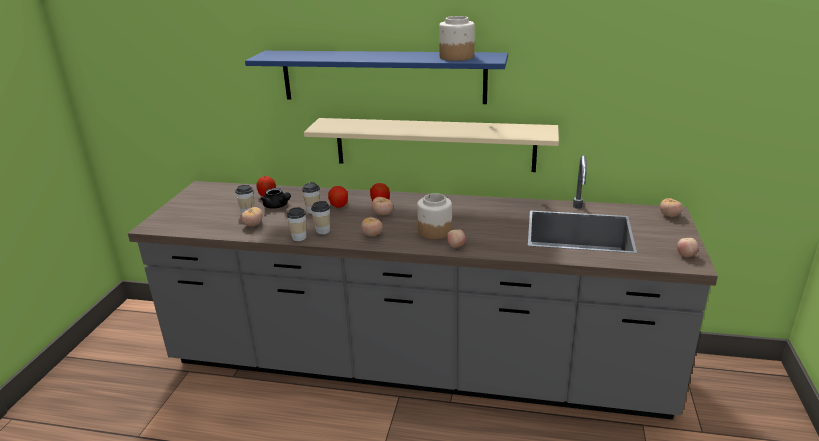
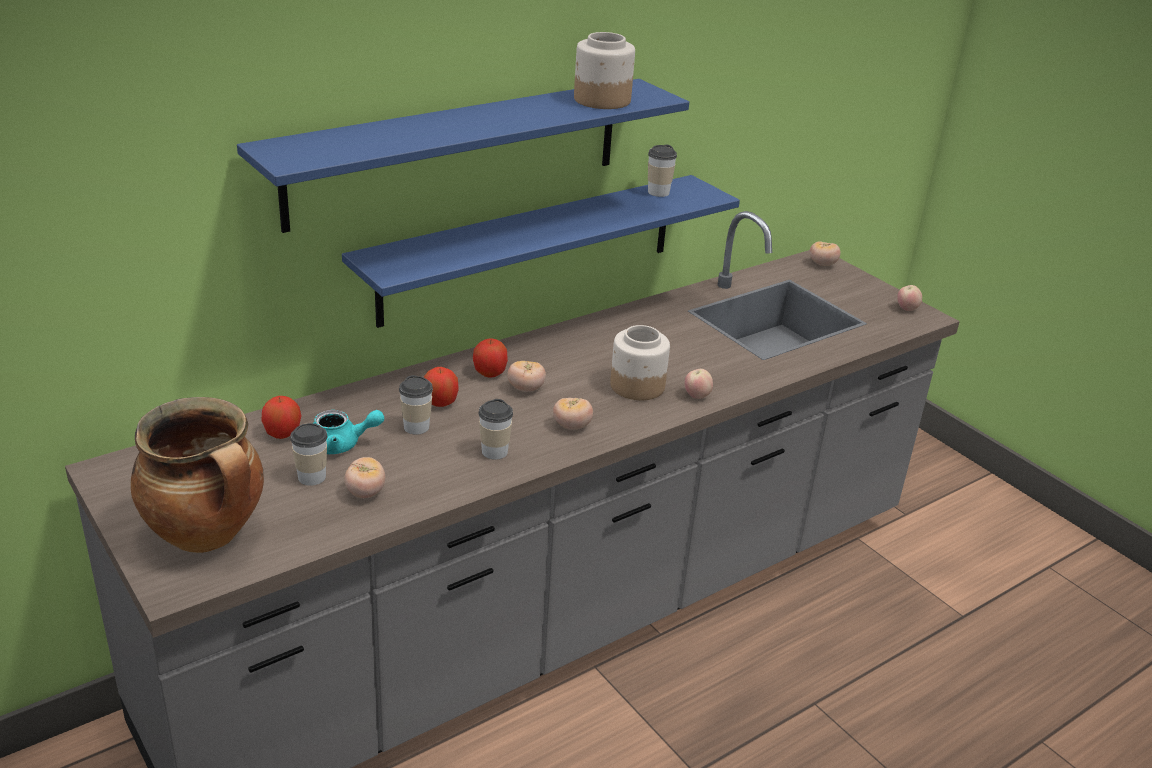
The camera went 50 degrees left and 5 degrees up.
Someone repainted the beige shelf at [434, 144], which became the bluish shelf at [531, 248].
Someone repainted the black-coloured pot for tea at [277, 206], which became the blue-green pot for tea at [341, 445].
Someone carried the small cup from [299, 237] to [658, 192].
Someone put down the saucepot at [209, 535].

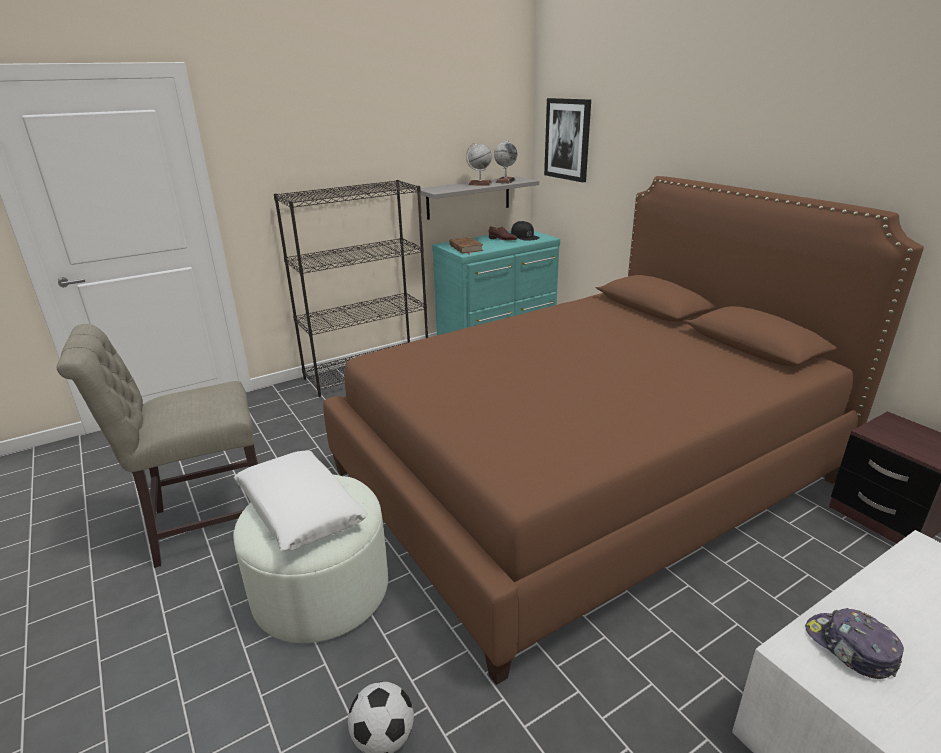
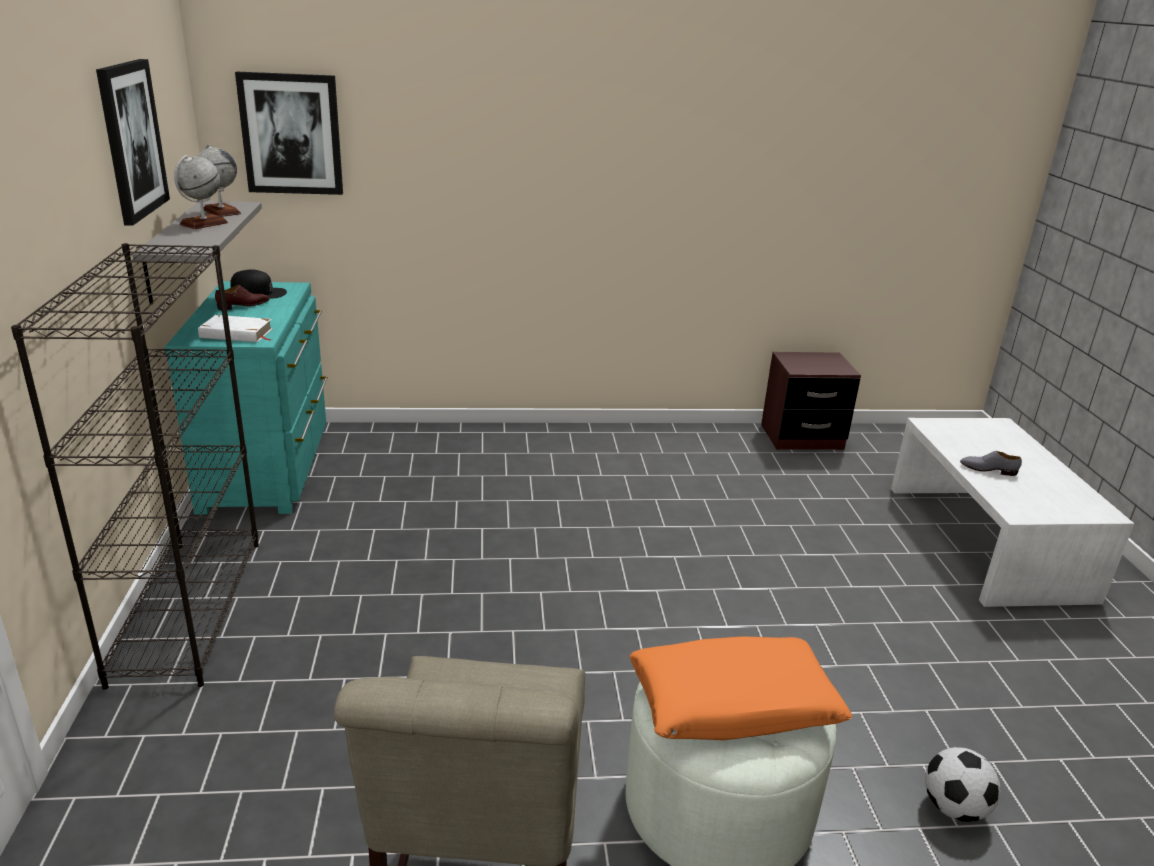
The camera went 65 degrees left and 0 degrees up.
Someone took away the brownish sleeping bed at [585, 475].
Someone repainted the brownish bound book at [466, 248], which became the whitish bound book at [236, 334].
Someone repainted the whitish cushion at [300, 510], which became the orangey cushion at [733, 704].
Someone took away the cap at [850, 648].
Someone put up the wall picture at [132, 140].
Someone put down the greyish shoe at [988, 469].

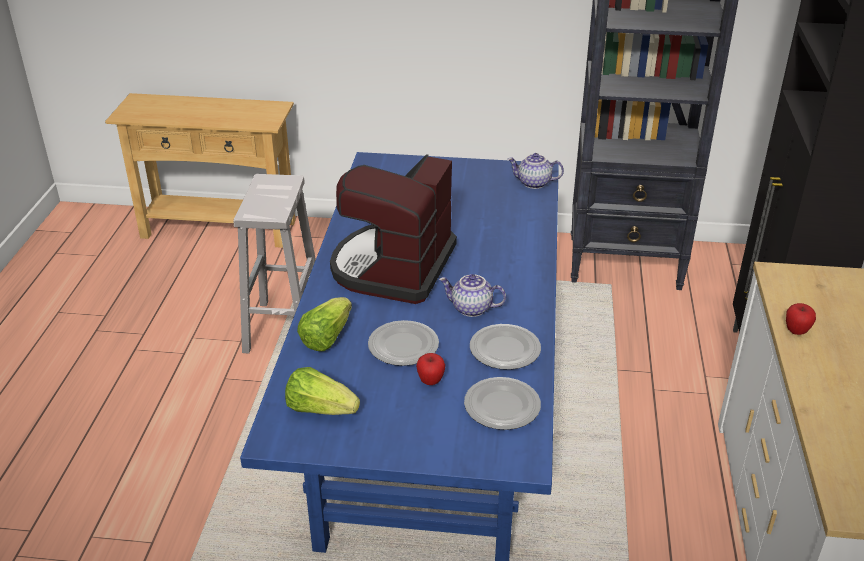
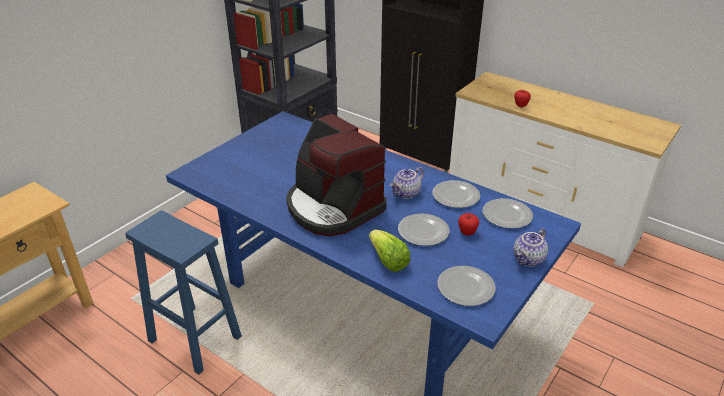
The camera went 60 degrees left and 0 degrees up.
Someone carried the pot for tea from [533, 183] to [529, 259].
Someone repainted the whitish stool seat at [284, 329], which became the bluish stool seat at [196, 339].
Someone swapped the head of lettuce at [320, 409] for the plate at [465, 287].

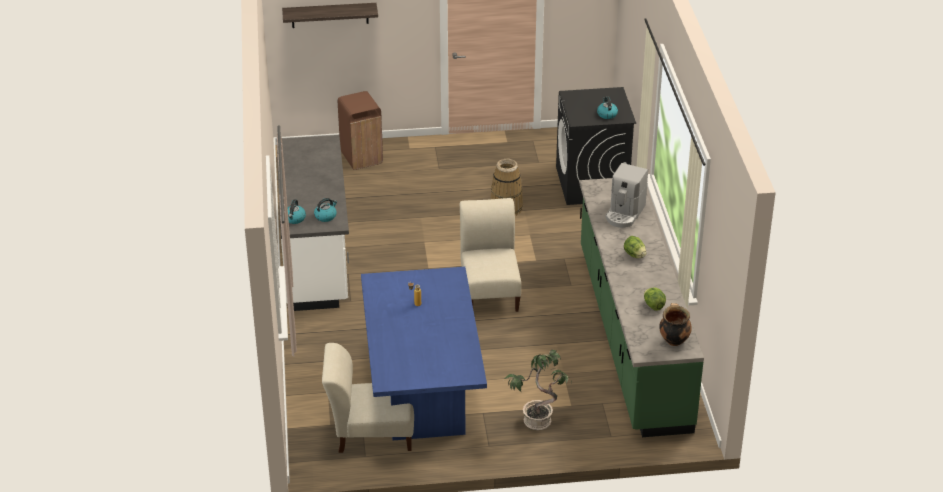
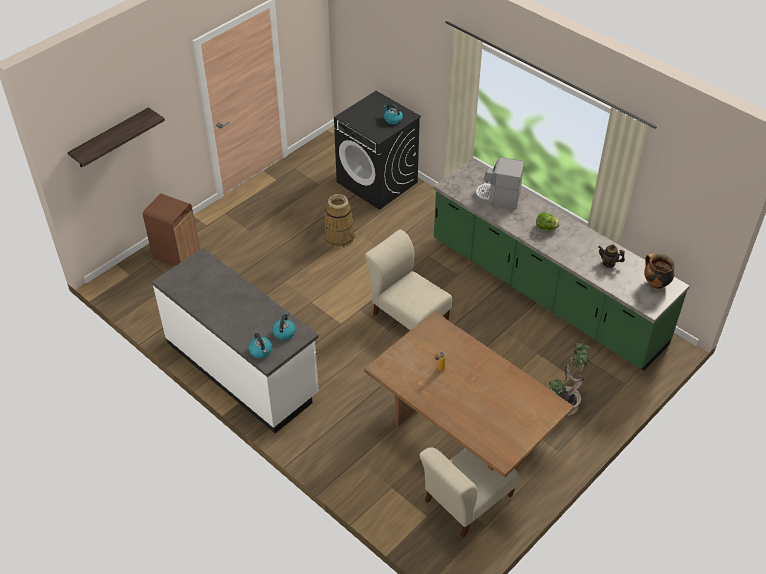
The camera went 40 degrees left and 10 degrees up.
Someone rotated the coffee maker at [624, 213] by 120 degrees clockwise.
Someone repainted the bluish kitchen table at [423, 394], which became the brownish kitchen table at [463, 438].
Someone swapped the head of lettuce at [653, 306] for the pot for tea at [608, 263].

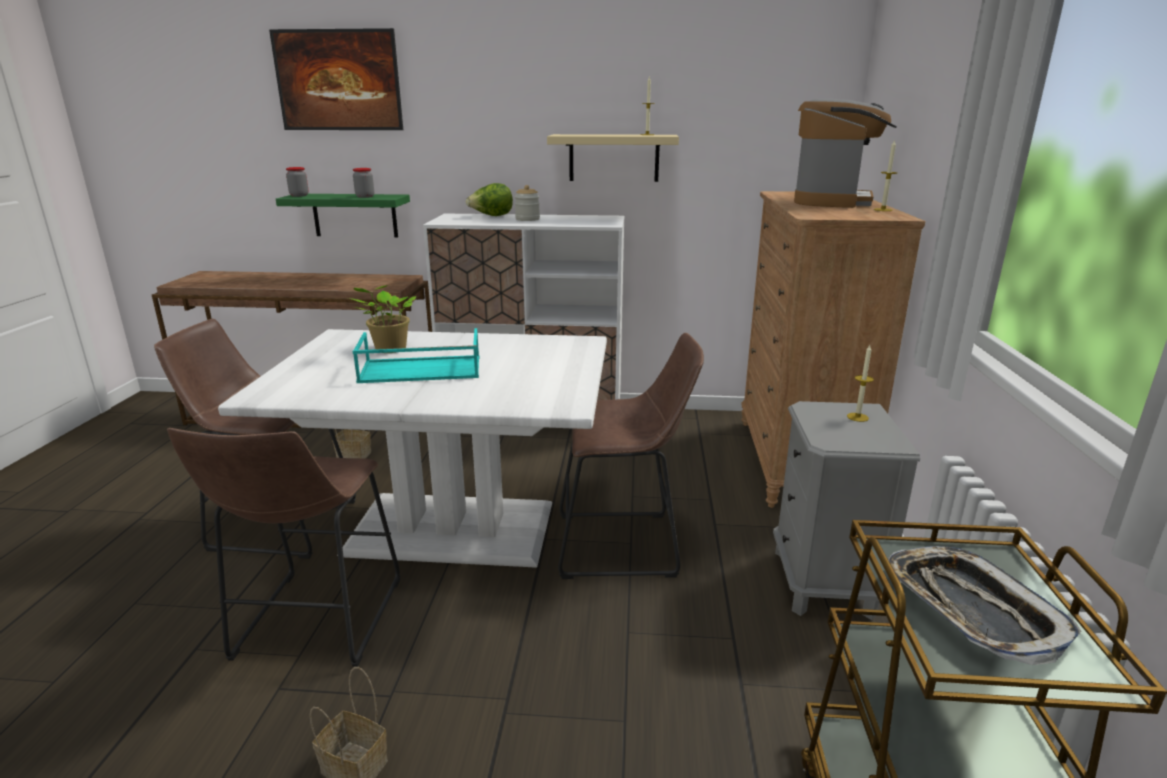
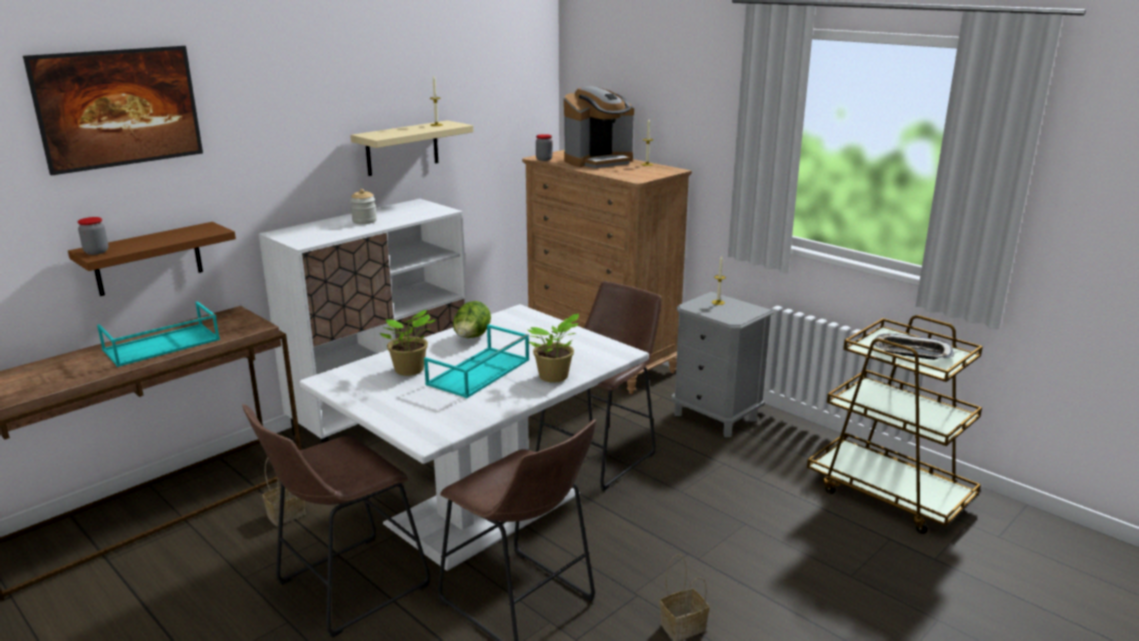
The camera went 50 degrees left and 0 degrees up.
Someone rotated the coffee maker at [833, 201] by 90 degrees clockwise.
Someone carried the preserve jar from [365, 197] to [544, 159].
Someone carried the head of lettuce from [491, 216] to [471, 338].
Someone repainted the green-coloured shelf at [355, 215], which became the brownish shelf at [148, 259].
Someone put down the blue-green carrying tray at [161, 345].
Someone put down the potted plant at [555, 377].

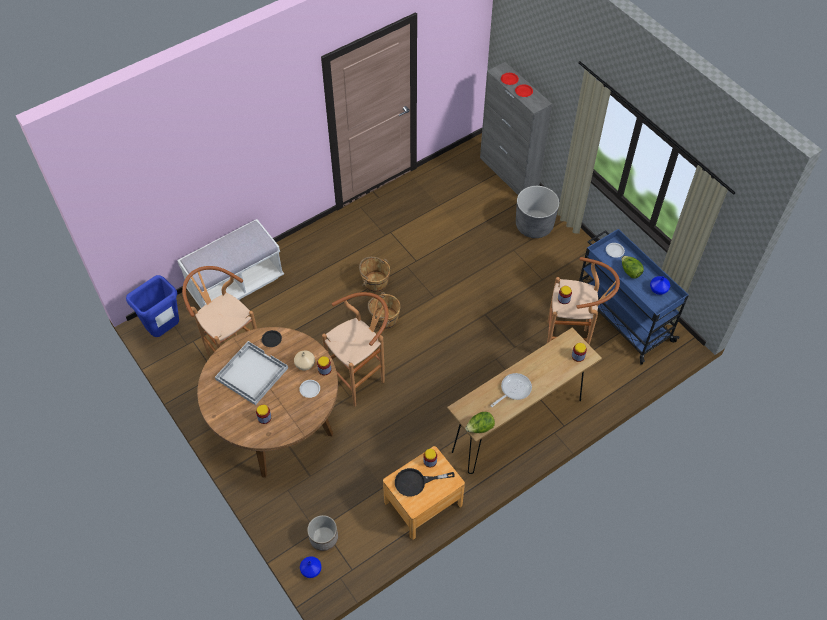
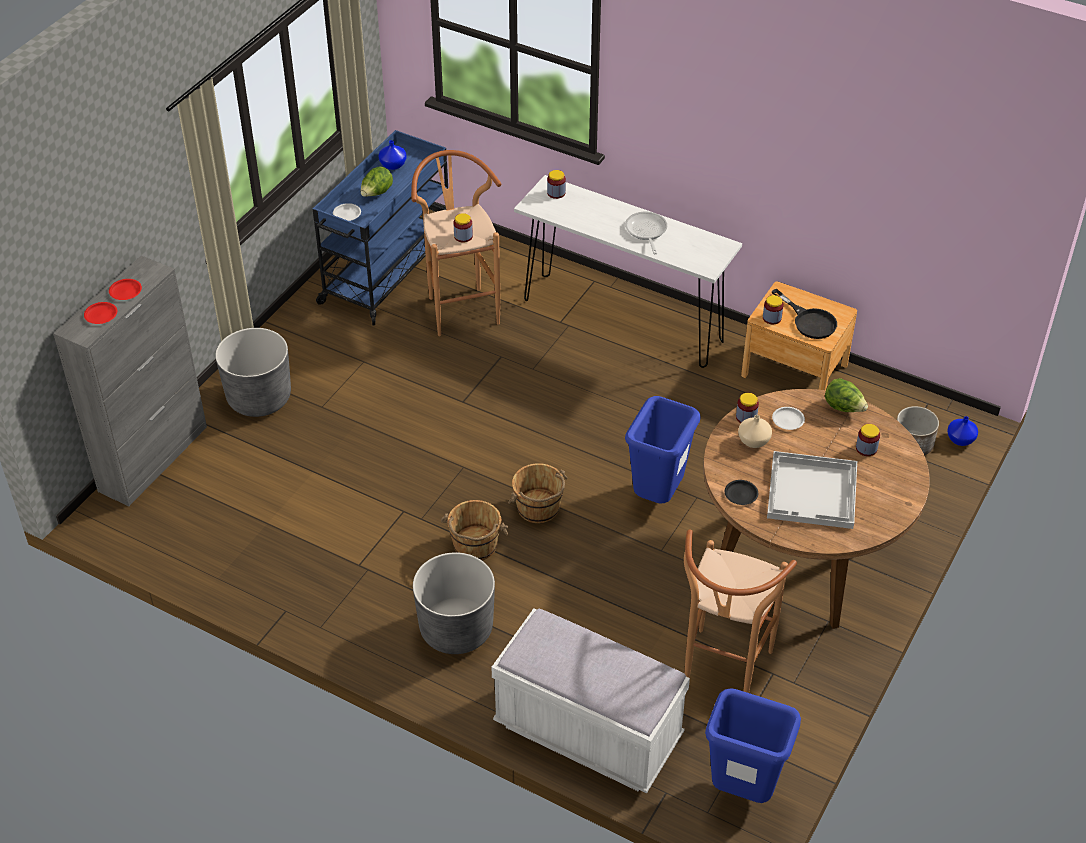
The camera went 115 degrees left and 10 degrees down.
Someone swapped the brownish stool seat at [361, 378] for the bluish trash can at [658, 496].
Someone repainted the brownish hall table at [517, 425], which became the whitish hall table at [622, 320].
Someone rotated the skillet at [513, 390] by 60 degrees clockwise.
Someone carried the head of lettuce from [480, 428] to [843, 407].
Someone put down the greyish plant pot at [456, 629].

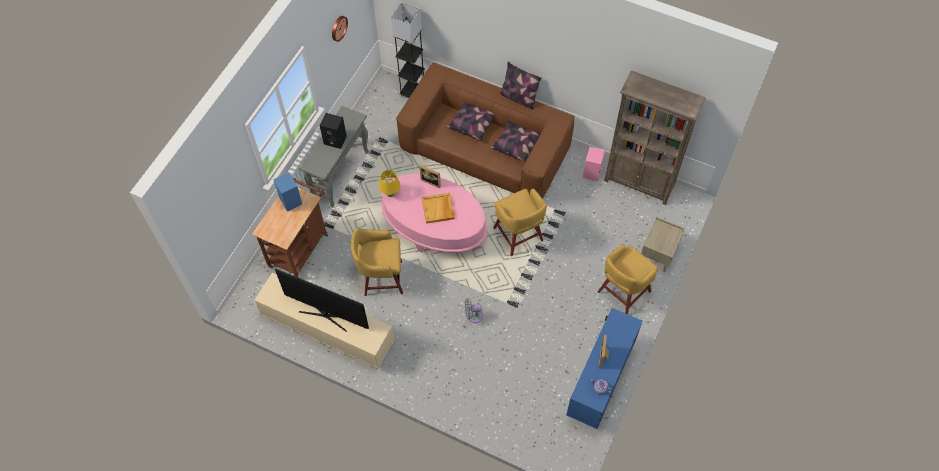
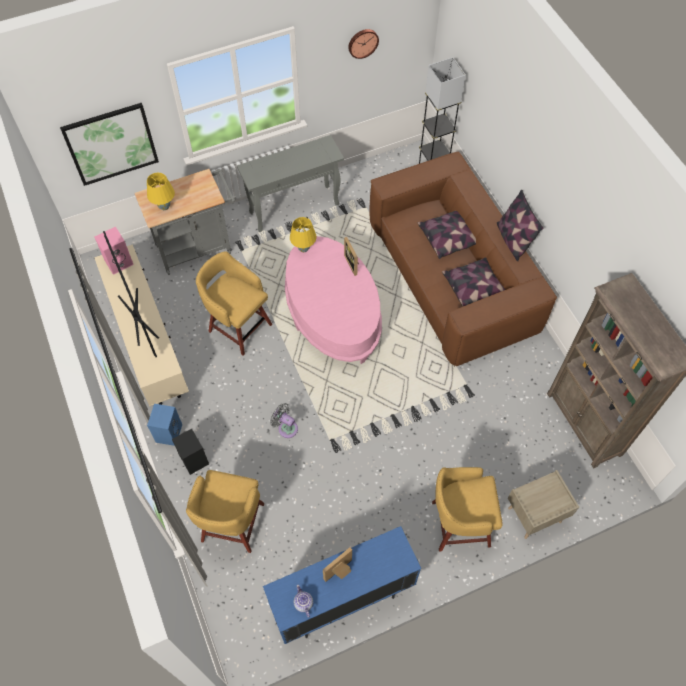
The camera went 40 degrees right and 0 degrees up.
Someone carried the black-coloured loudspeaker from [336, 140] to [195, 460].
Someone carried the pinkish loudspeaker from [591, 172] to [119, 262].
Someone carried the bluish loudspeaker from [290, 200] to [168, 432].
Someone repainted the brownish trolley at [300, 247], which became the greyish trolley at [198, 247].
Someone carried the yellowish stool seat from [518, 236] to [231, 525].
Someone took away the beige carrying tray at [438, 209].
Someone put up the wall picture at [111, 144].
Someone put down the yellowish table lamp at [164, 207].

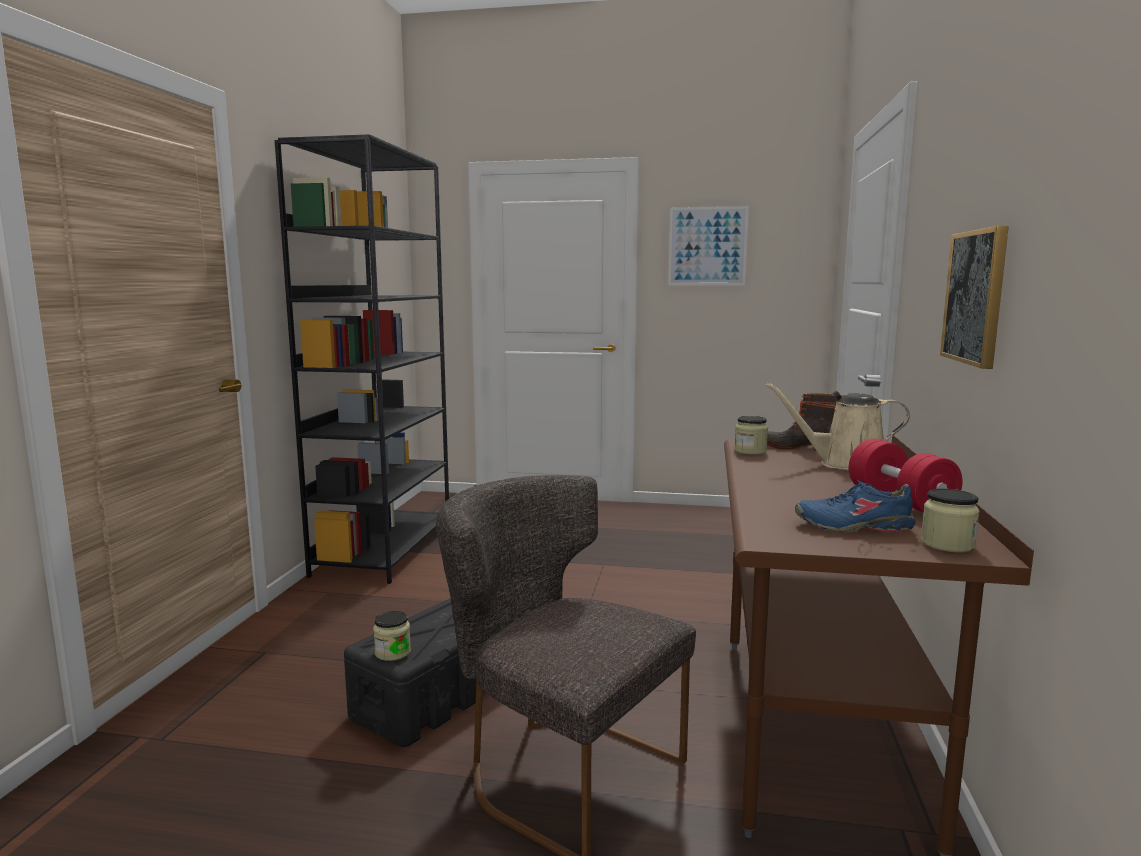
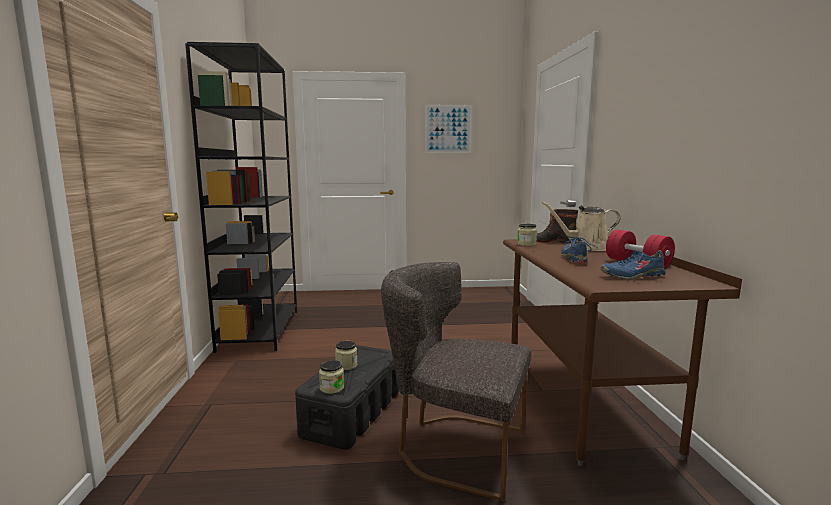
The camera went 15 degrees left and 0 degrees up.
Someone took away the wall picture at [976, 297].
Someone carried the preserve jar from [947, 544] to [346, 365].
Someone put down the bluish shoe at [575, 259].

